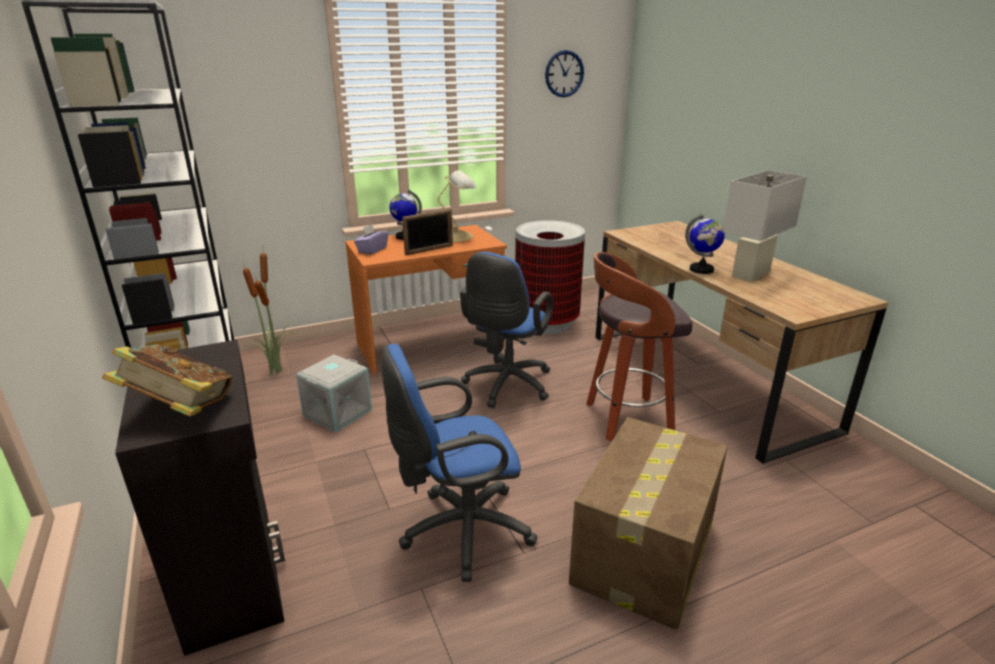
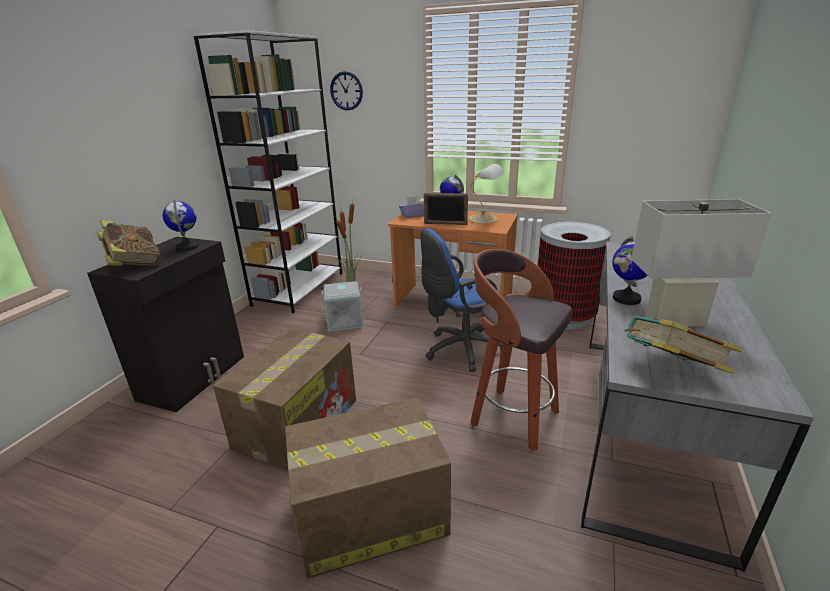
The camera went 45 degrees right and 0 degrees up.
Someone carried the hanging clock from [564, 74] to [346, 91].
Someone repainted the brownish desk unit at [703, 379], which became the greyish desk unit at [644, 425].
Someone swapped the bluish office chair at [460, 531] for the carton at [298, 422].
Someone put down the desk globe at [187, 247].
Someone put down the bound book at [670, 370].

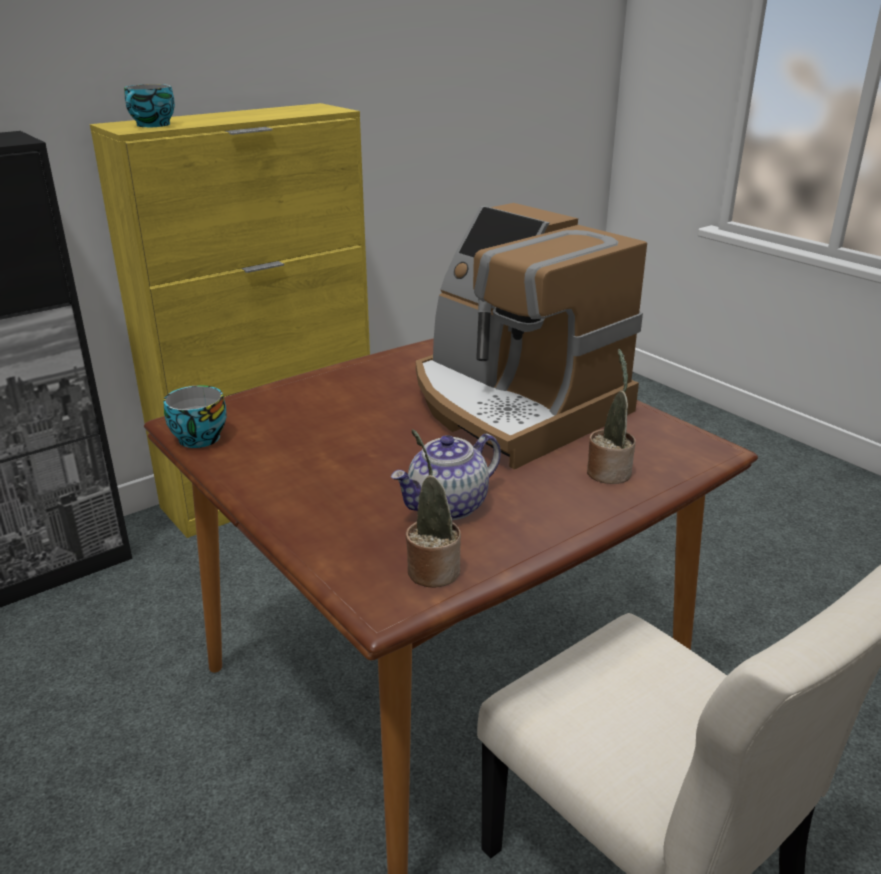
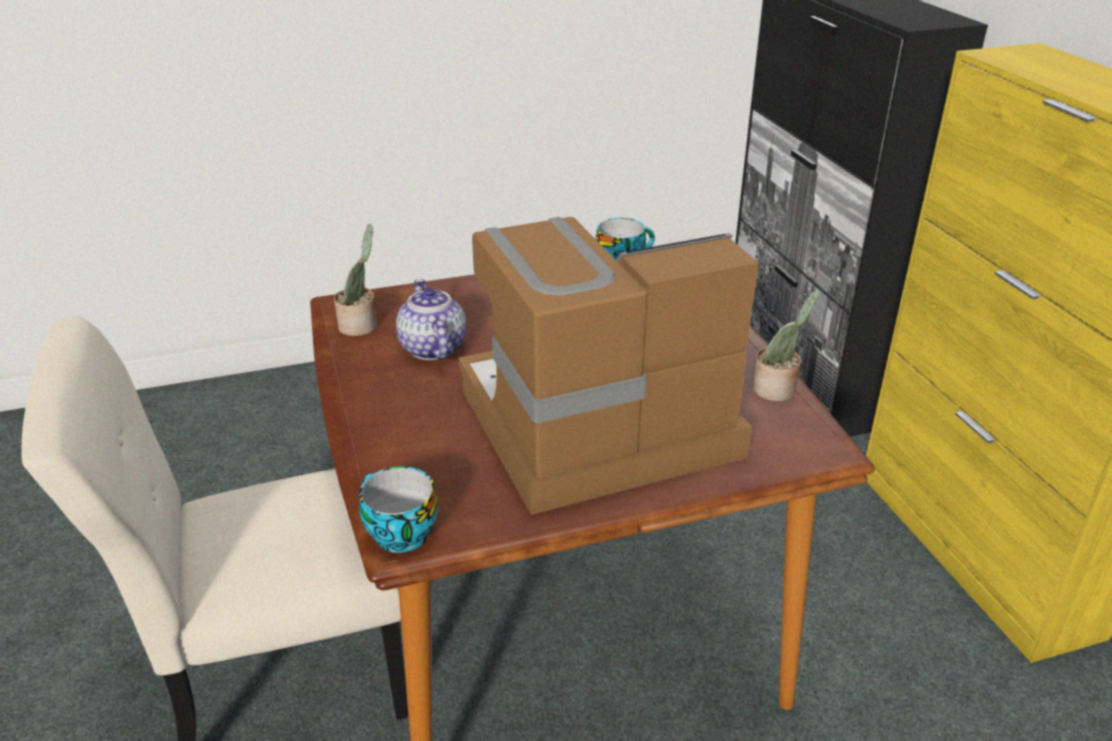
The camera went 110 degrees right and 5 degrees up.
Someone carried the small cup from [153, 125] to [397, 534].
Someone carried the potted plant from [609, 471] to [777, 390].

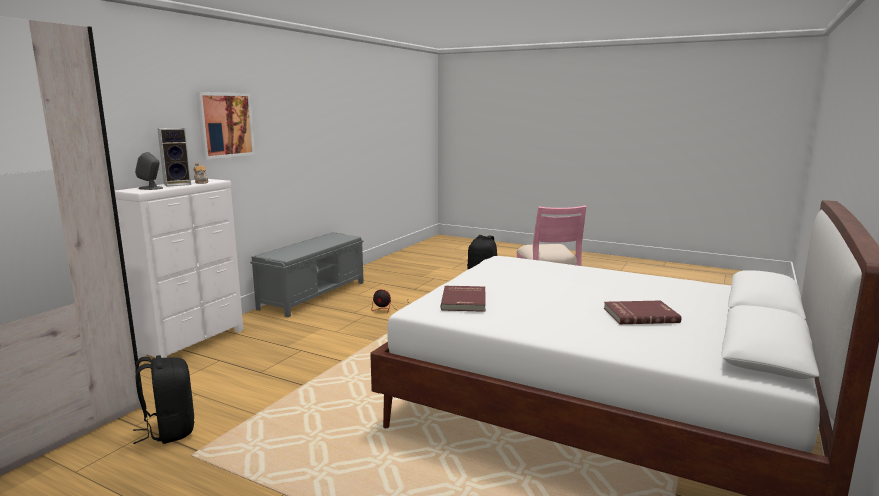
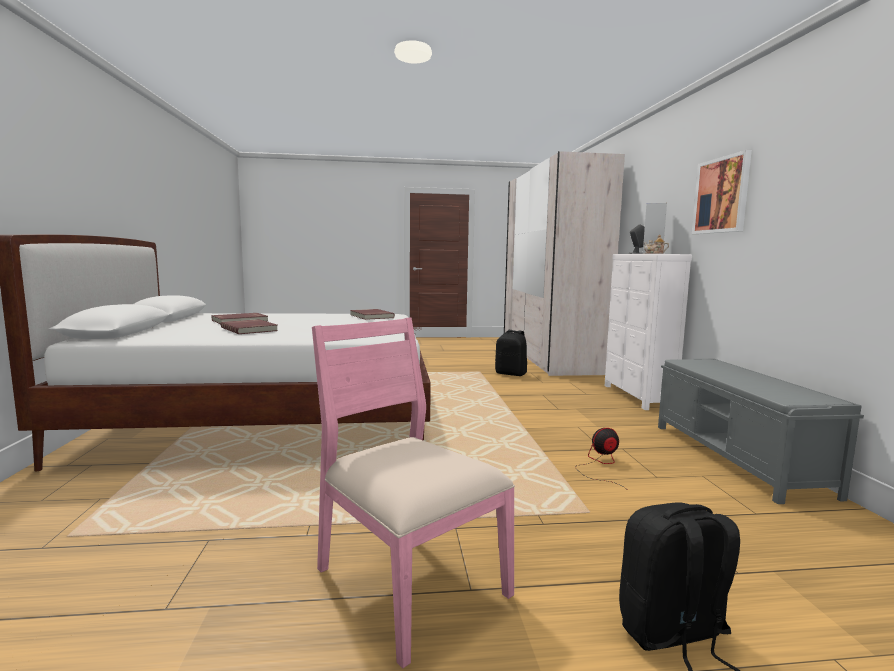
The camera went 145 degrees right and 5 degrees down.
Someone put down the red-coloured bound book at [250, 329].

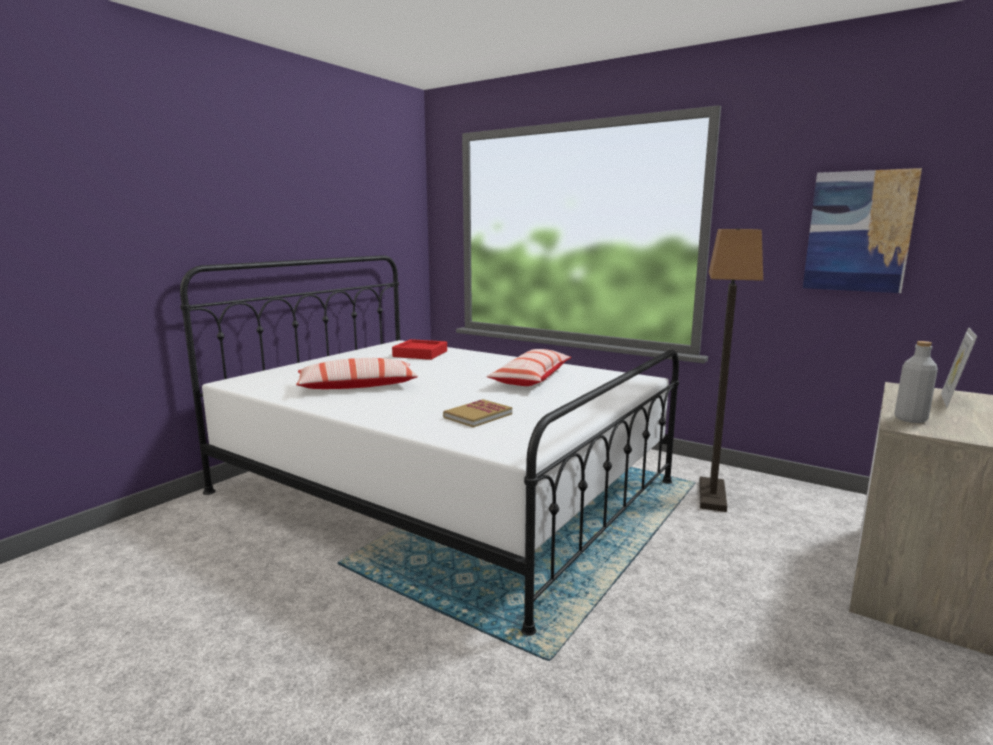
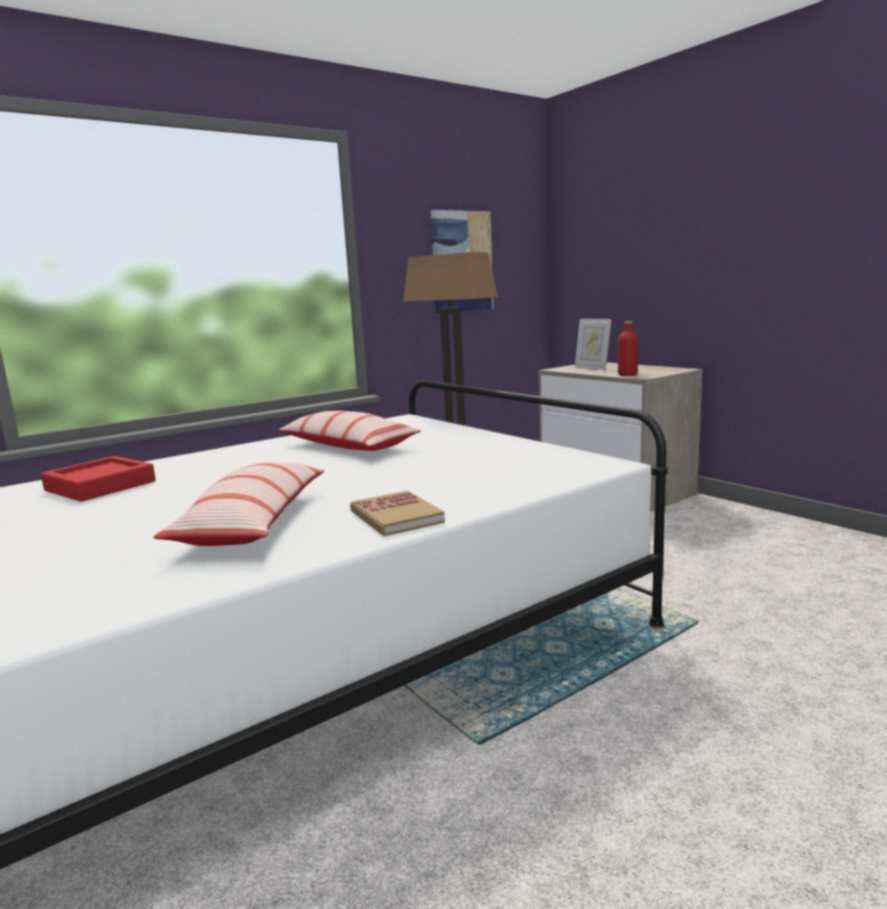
The camera went 70 degrees left and 0 degrees up.
Someone repainted the greyish bottle at [910, 419], which became the red-coloured bottle at [627, 375].
Someone carried the bound book from [478, 416] to [396, 517].

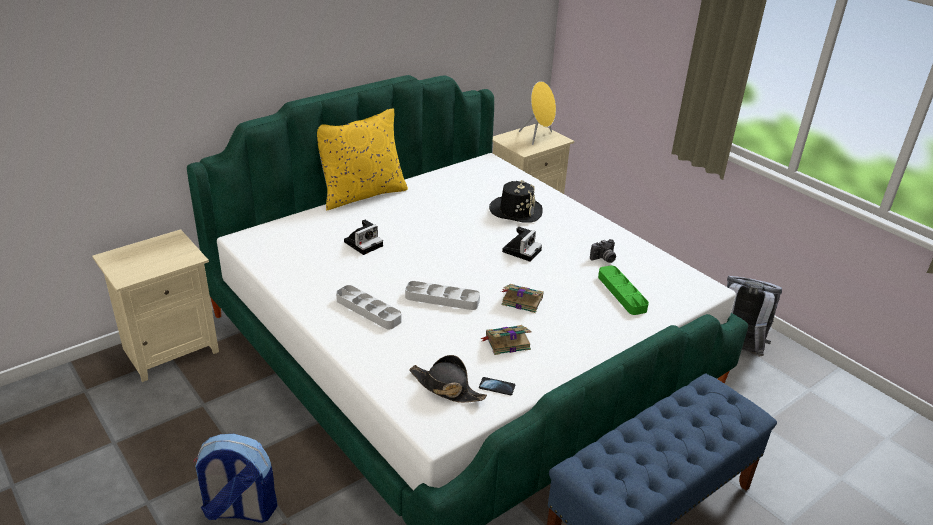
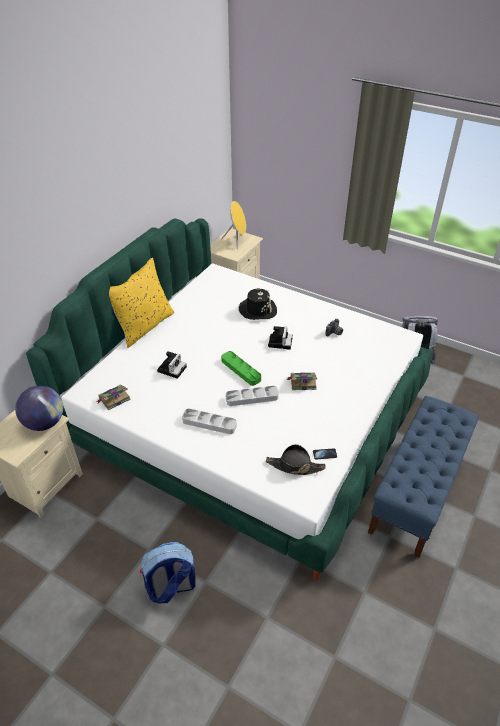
The camera went 20 degrees left and 10 degrees up.
Someone carried the green-coloured carrying tray from [621, 293] to [241, 370].
Someone carried the bound book from [506, 342] to [114, 399].
Someone put down the desk globe at [45, 422].

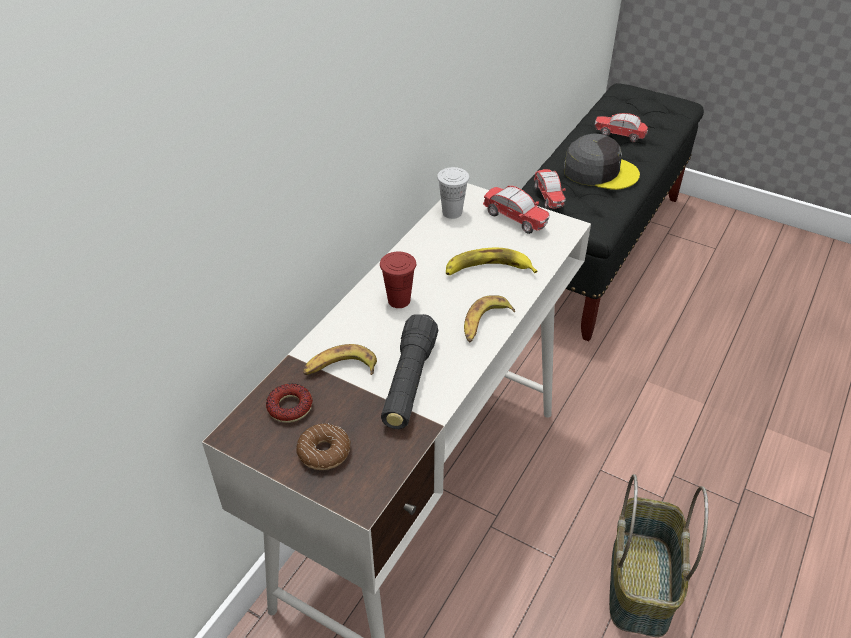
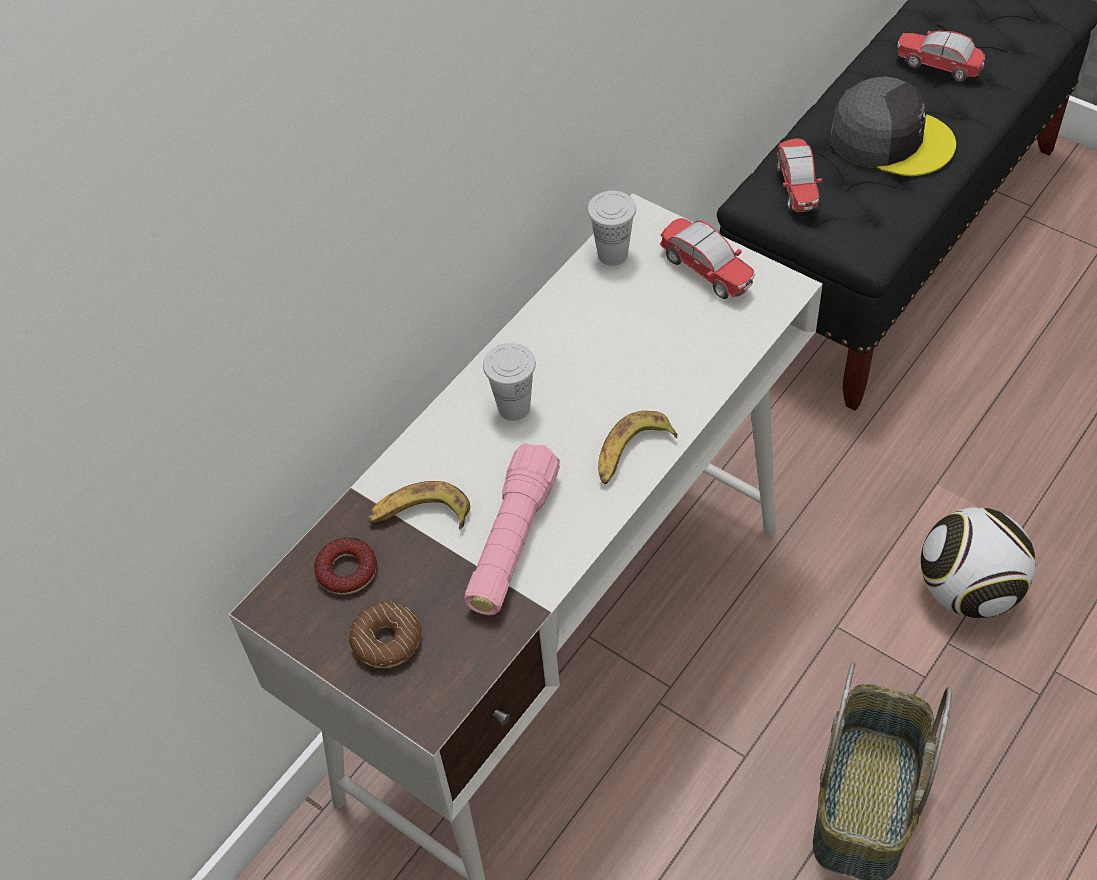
The camera went 10 degrees right and 10 degrees up.
Someone took away the whole banana at [487, 269].
Someone repainted the red-coloured small cup at [399, 300], which became the whitish small cup at [514, 407].
Someone repainted the black-coloured hand torch at [409, 382], which became the pinkish hand torch at [512, 542].
Someone put down the football ball at [967, 590].

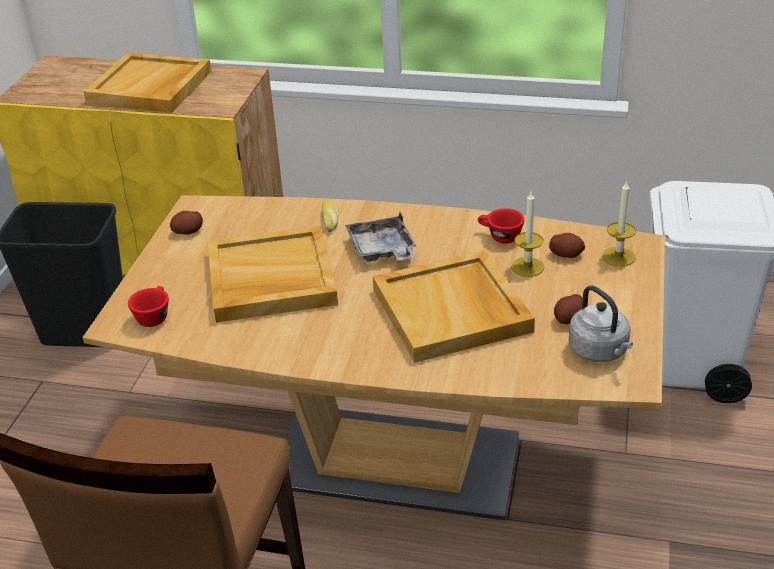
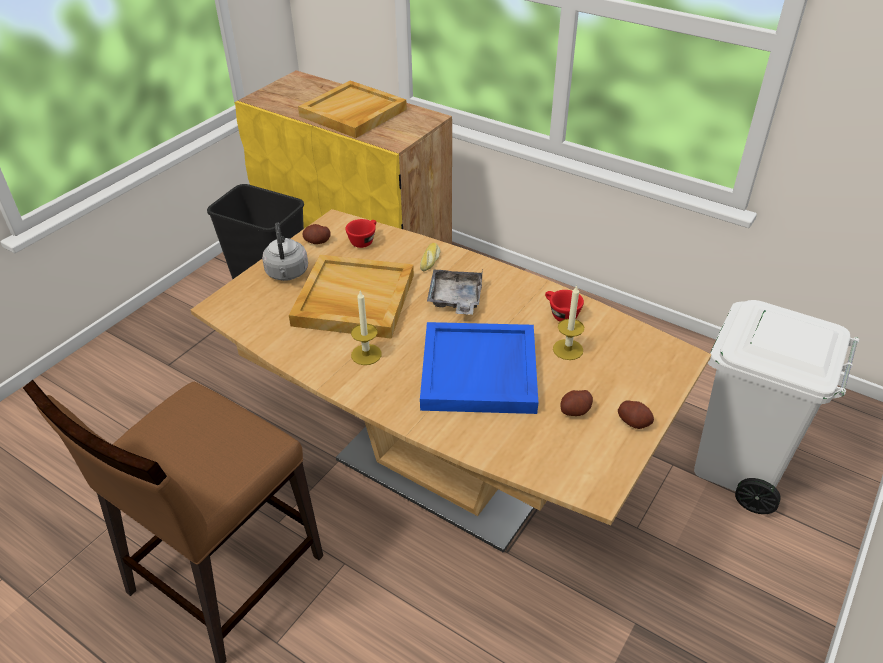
The camera went 20 degrees right and 5 degrees up.
Someone carried the wax candle from [618, 257] to [366, 354].
Someone carried the potato from [566, 254] to [634, 422].
Someone repainted the beige carrying tray at [453, 310], which became the bluish carrying tray at [480, 372].
Someone carried the greyish water kettle from [600, 351] to [287, 274].
Someone carried the red-coloured small cup from [154, 316] to [364, 240].

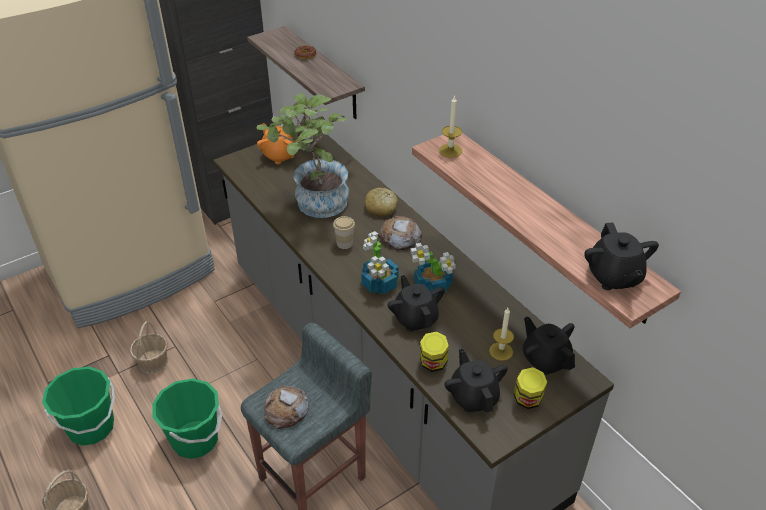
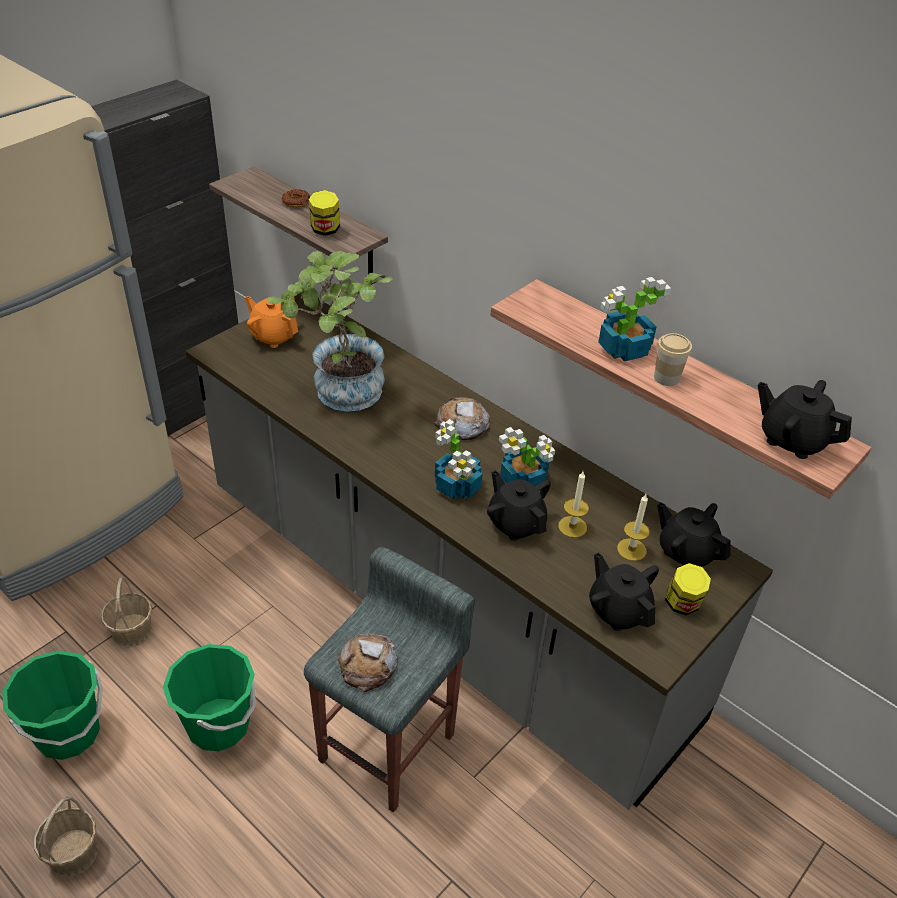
The camera went 15 degrees left and 0 degrees up.
Someone carried the wax candle from [450, 150] to [572, 527].
Someone took away the bread at [381, 207].
Someone carried the small cup from [344, 243] to [666, 378].
Someone rotated the black-coloured pot for tea at [613, 277] by 150 degrees clockwise.
Someone carried the preserve jar from [433, 363] to [325, 230].
Someone put down the potted plant at [623, 348].

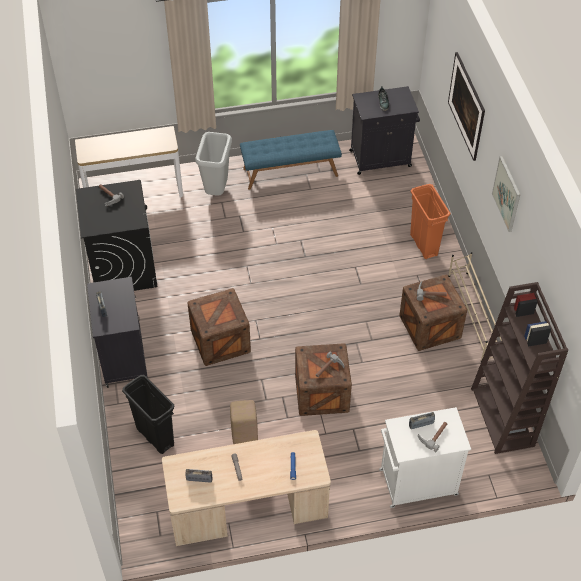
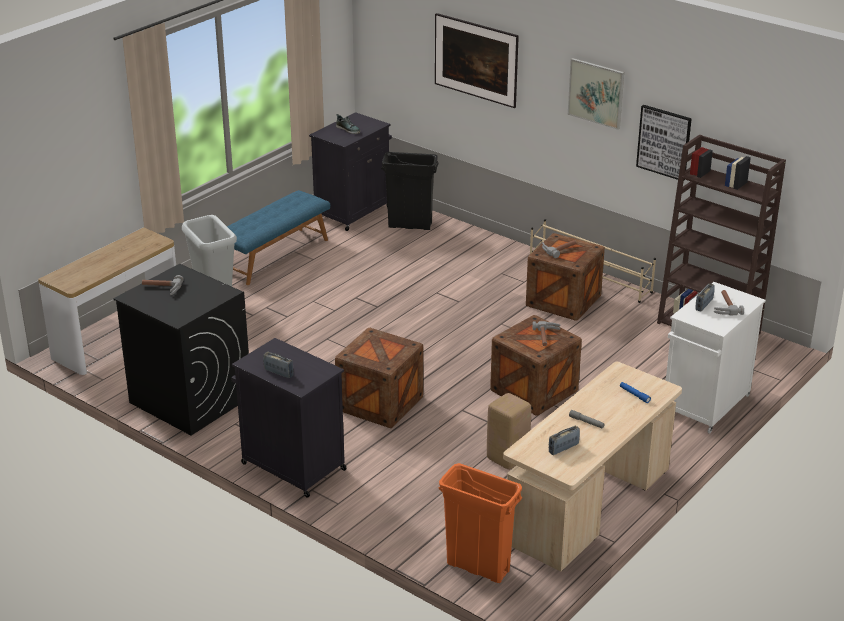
The camera went 40 degrees left and 20 degrees down.
Someone carried the orangey trash can from [424, 245] to [478, 567].
Someone carried the black-coloured trash can from [155, 437] to [410, 225].
Someone put up the wall picture at [664, 142].

